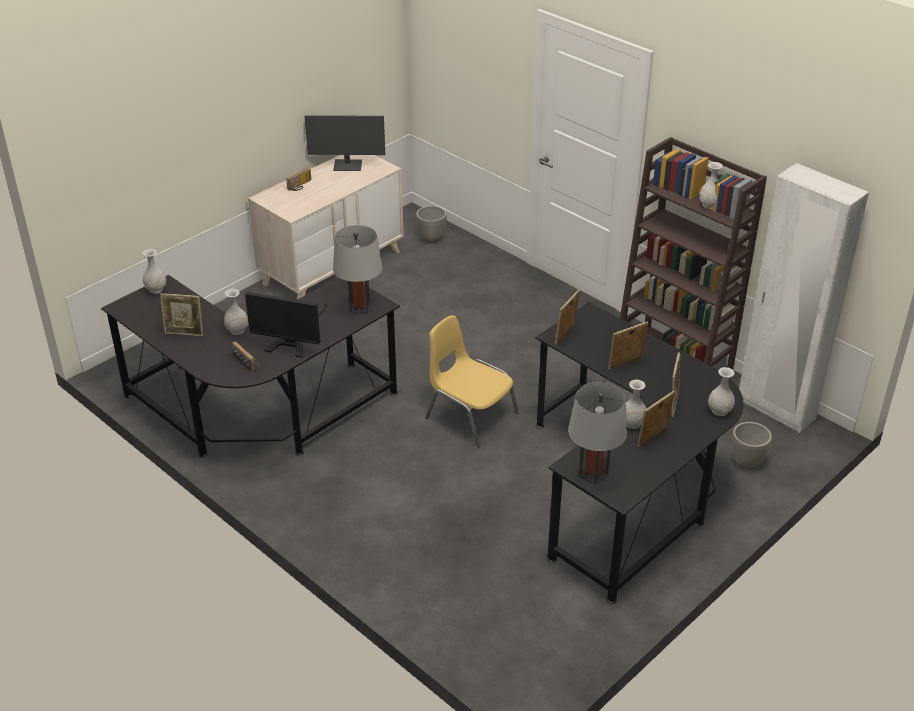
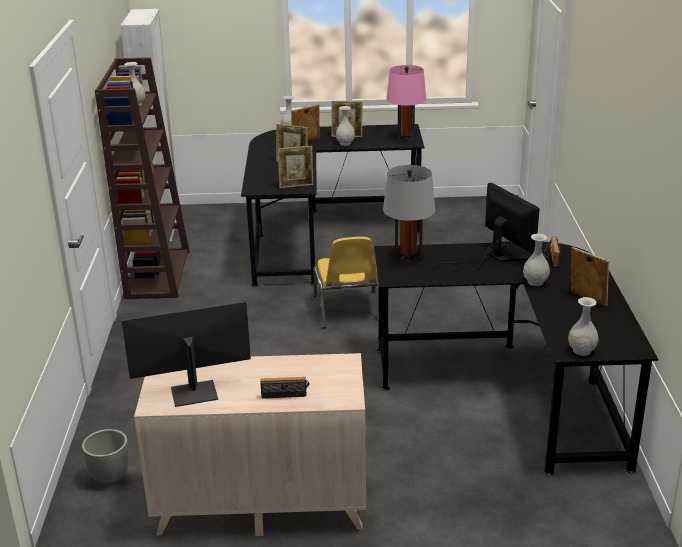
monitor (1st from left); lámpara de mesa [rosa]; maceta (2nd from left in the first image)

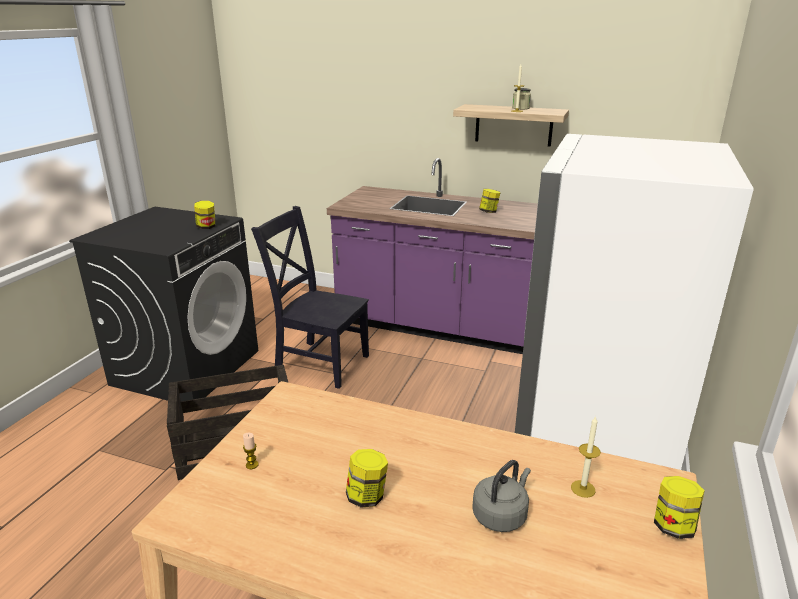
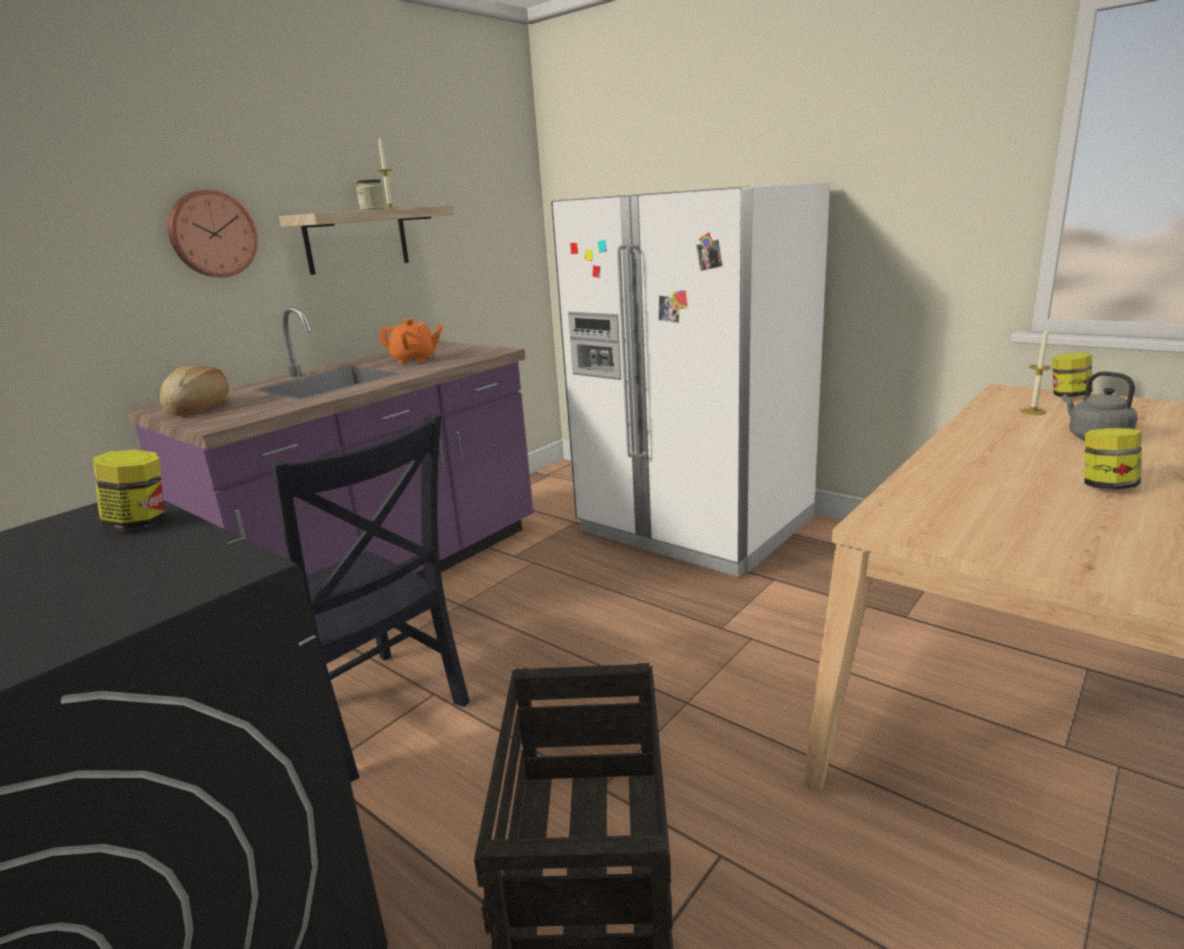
pan; reloj de pared; silla [negro]; tetera [naranja]; vela (1st from left in the first image)

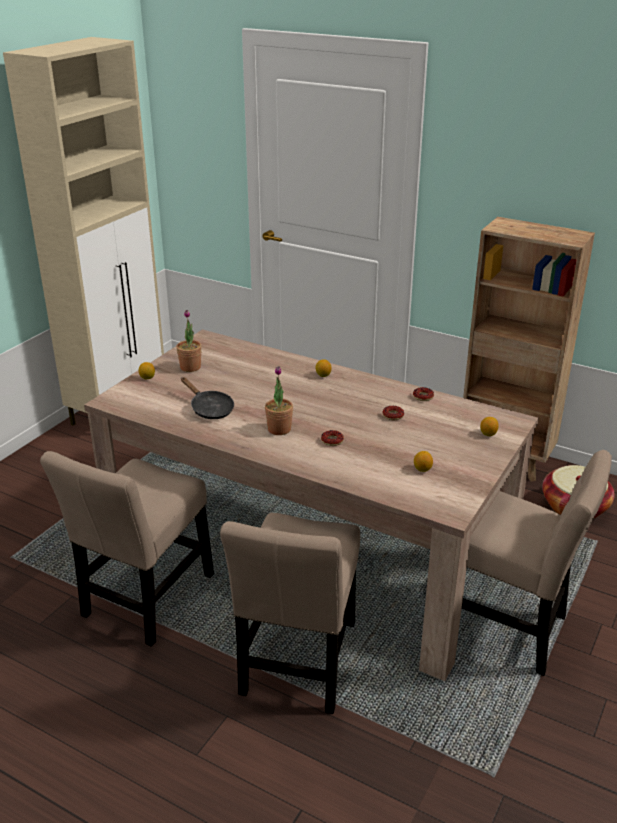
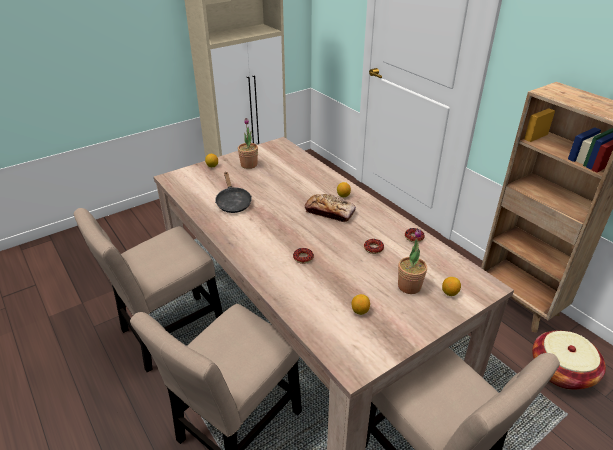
pan; planta en maceta (2nd from left)

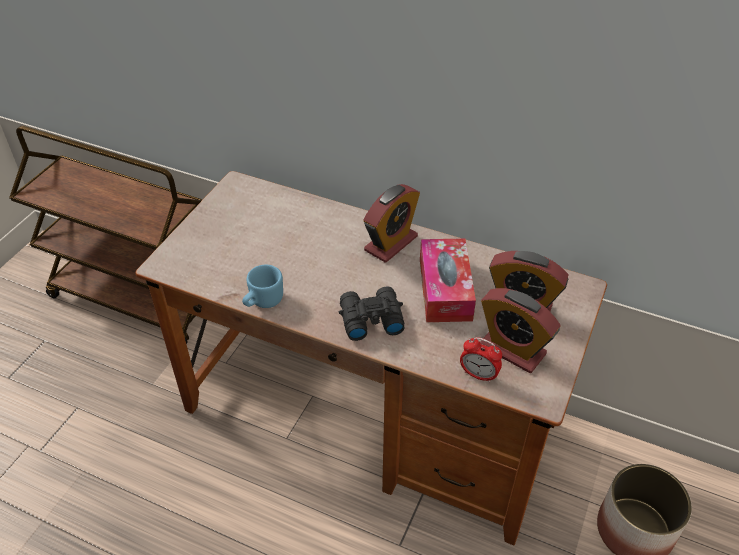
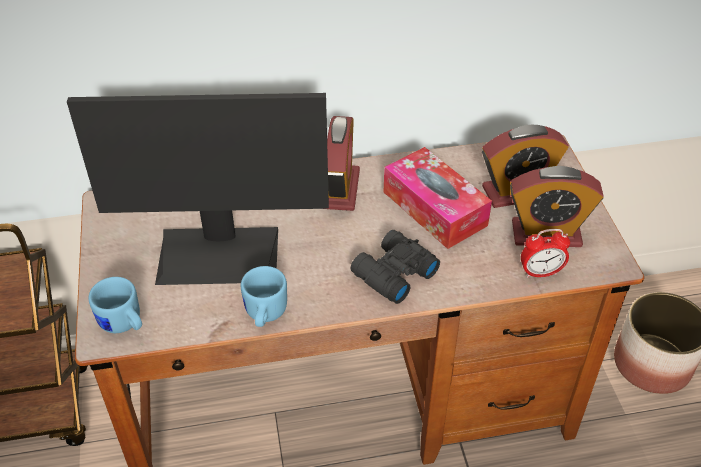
monitor; taza grande [azul] (1st from left)

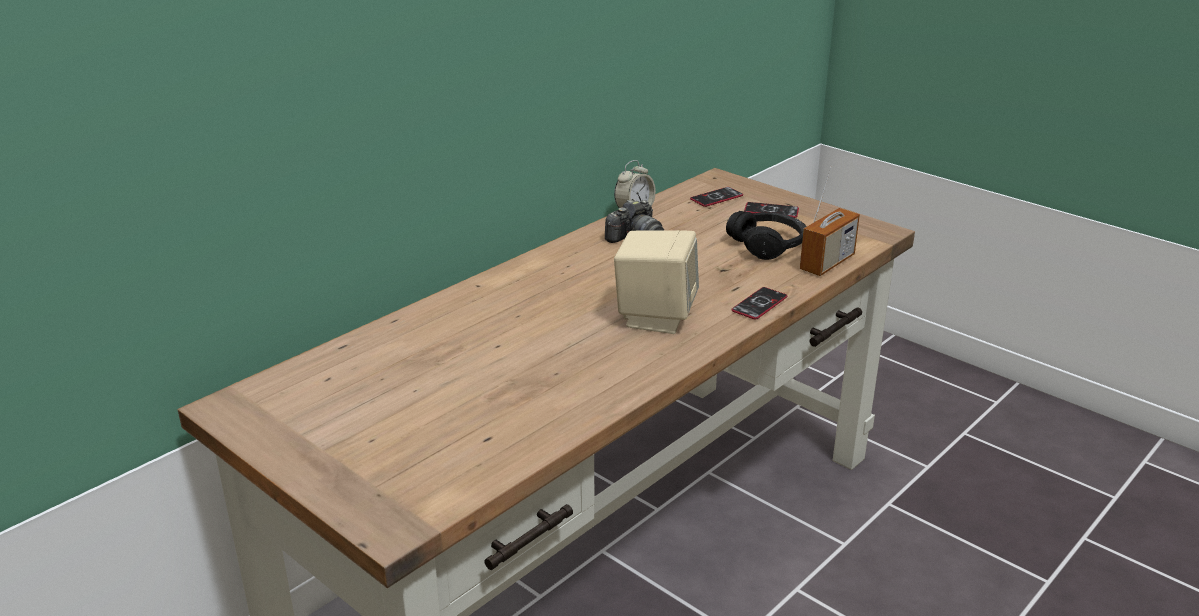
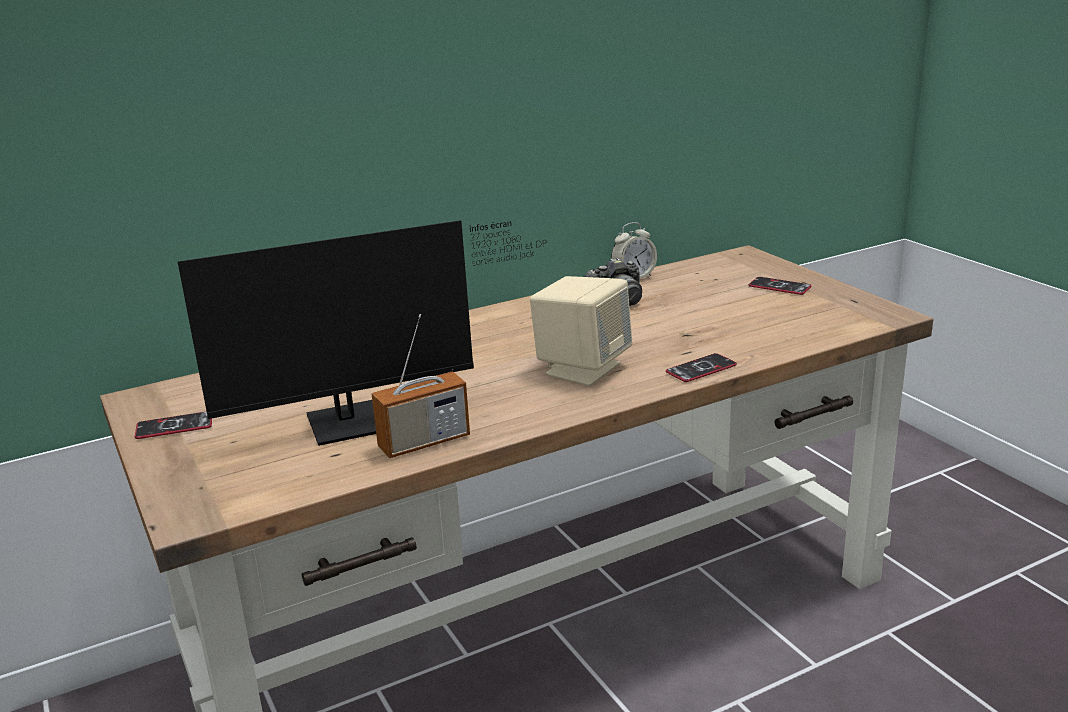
móvil (1st from left); monitor; radio; auriculares [negro]

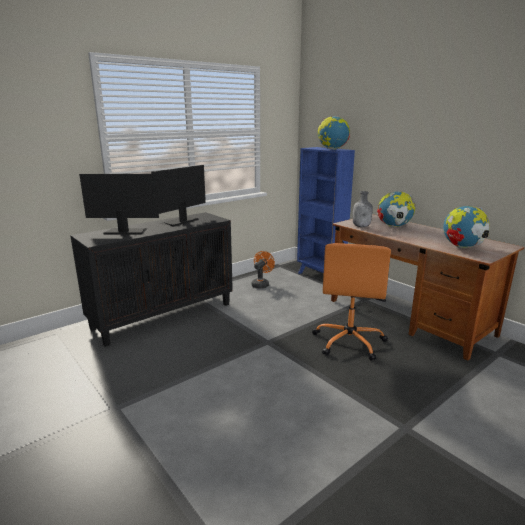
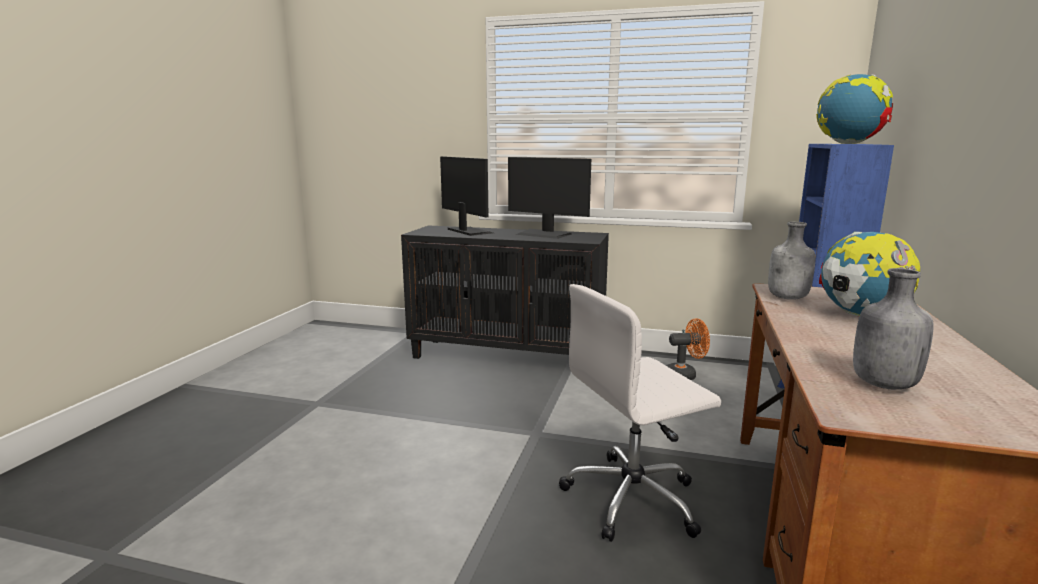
monitor (2nd from left); silla de oficina [blanco]; botella [gris] (2nd from left)

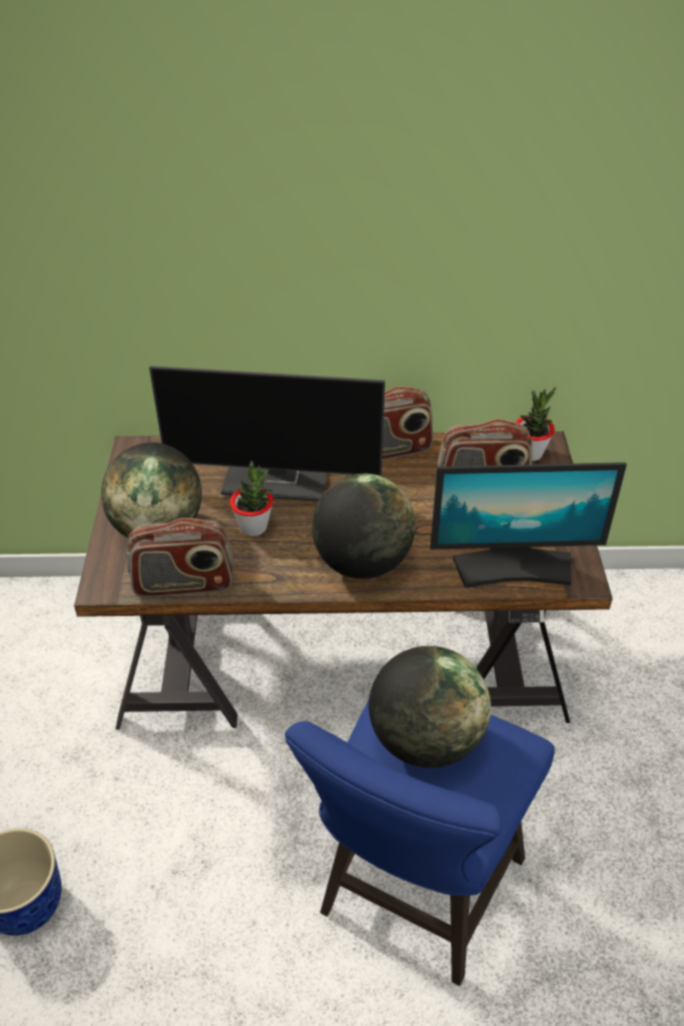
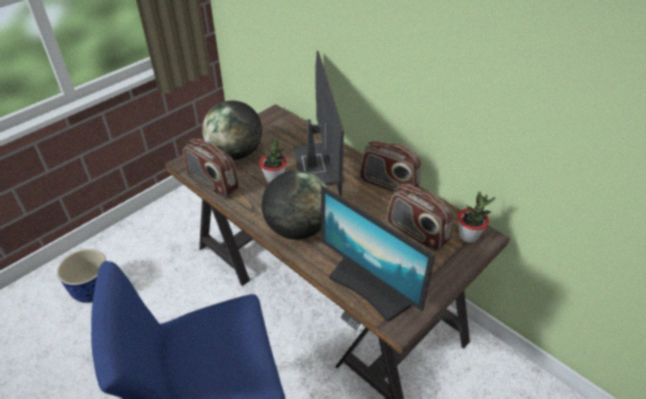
monitor (1st from left); globo terráqueo (3rd from left in the first image)

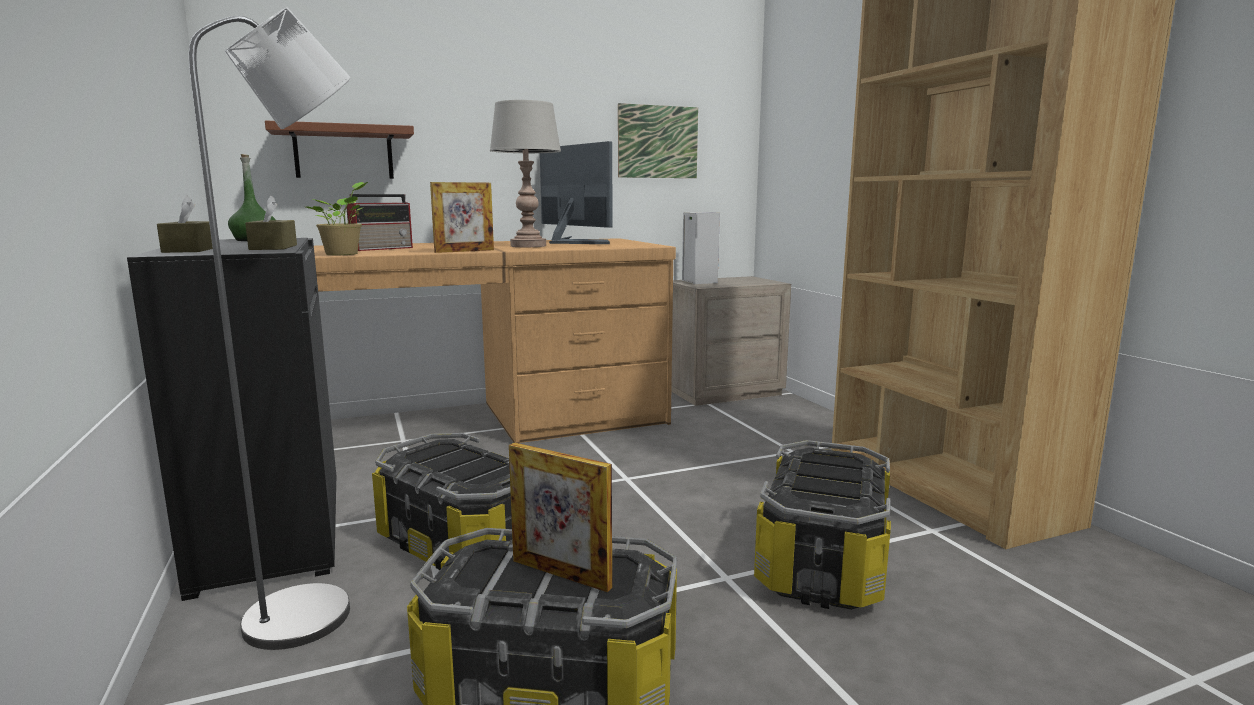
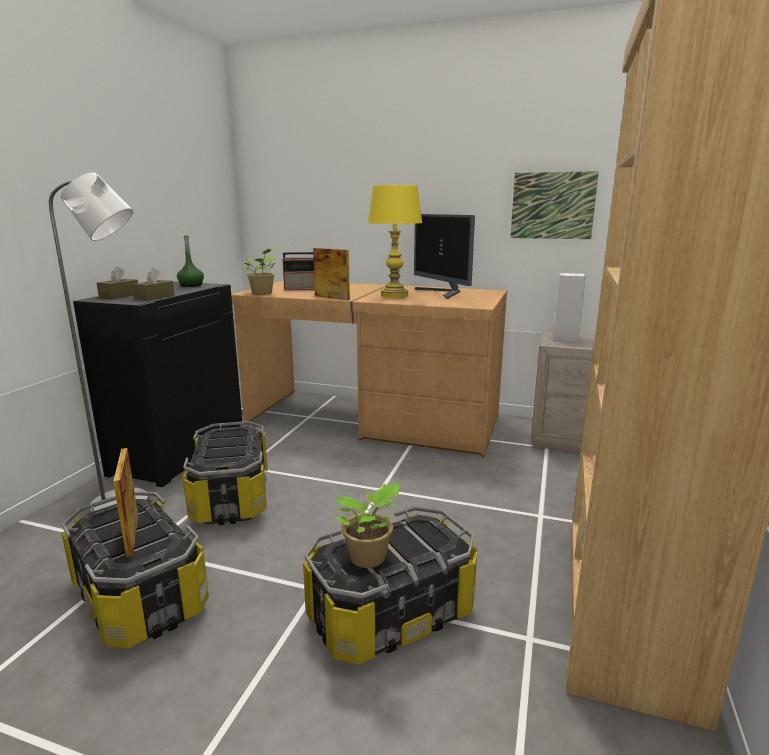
portarretratos (2nd from left); planta en maceta (2nd from left); lámpara de mesa [amarillo]; monitor; estante [marrón]

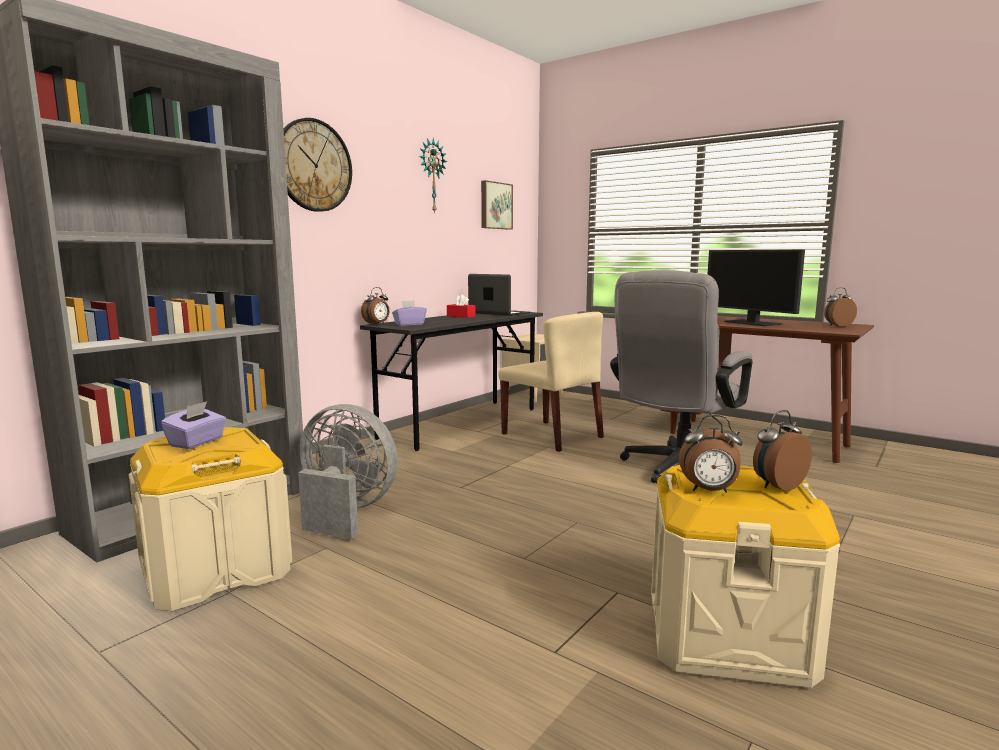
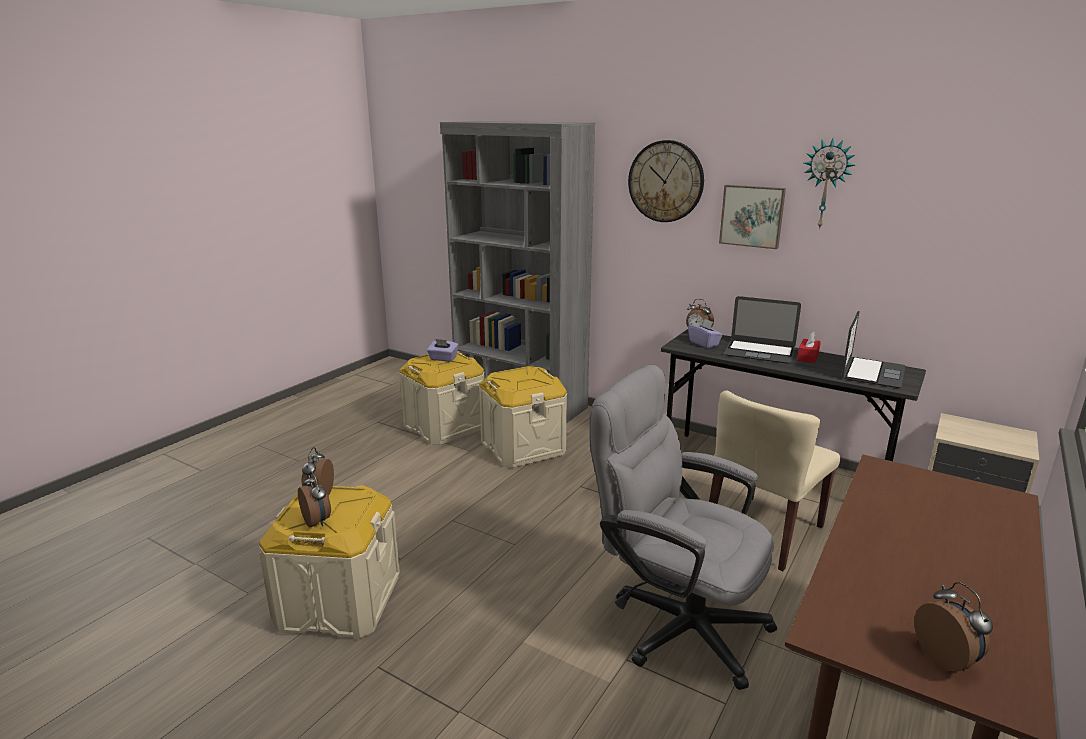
caja de almacenaje [beis] (3rd from left); cuadro; portátil (1st from left); monitor

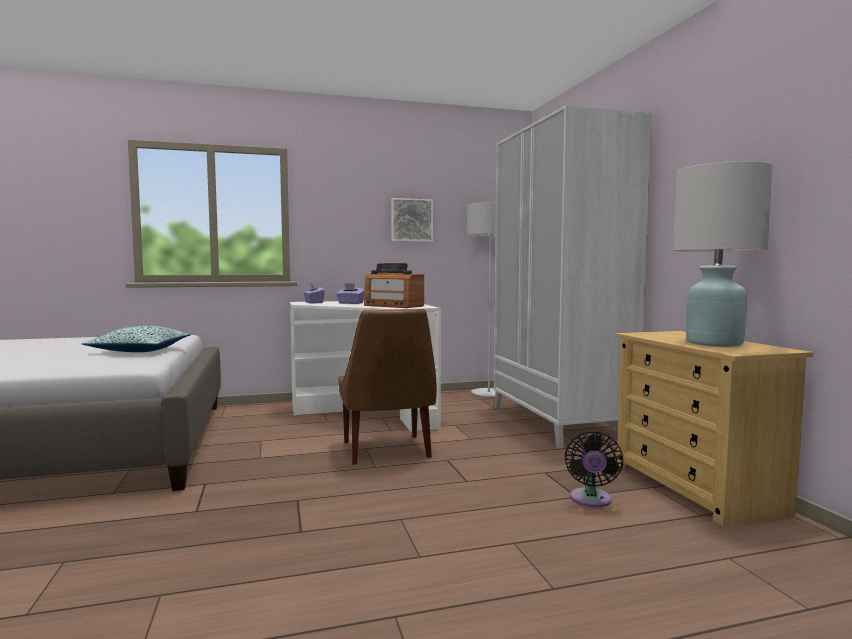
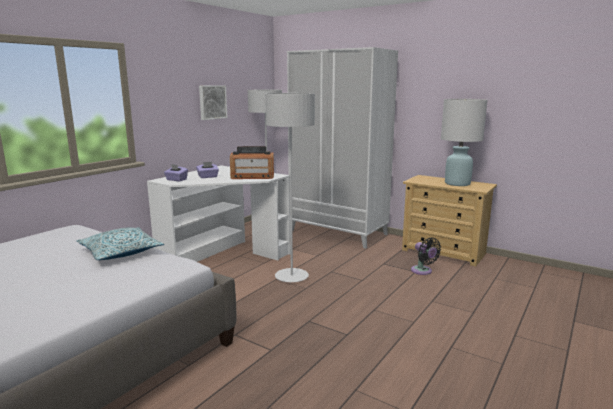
lámpara de pie [gris] (2nd from left)

